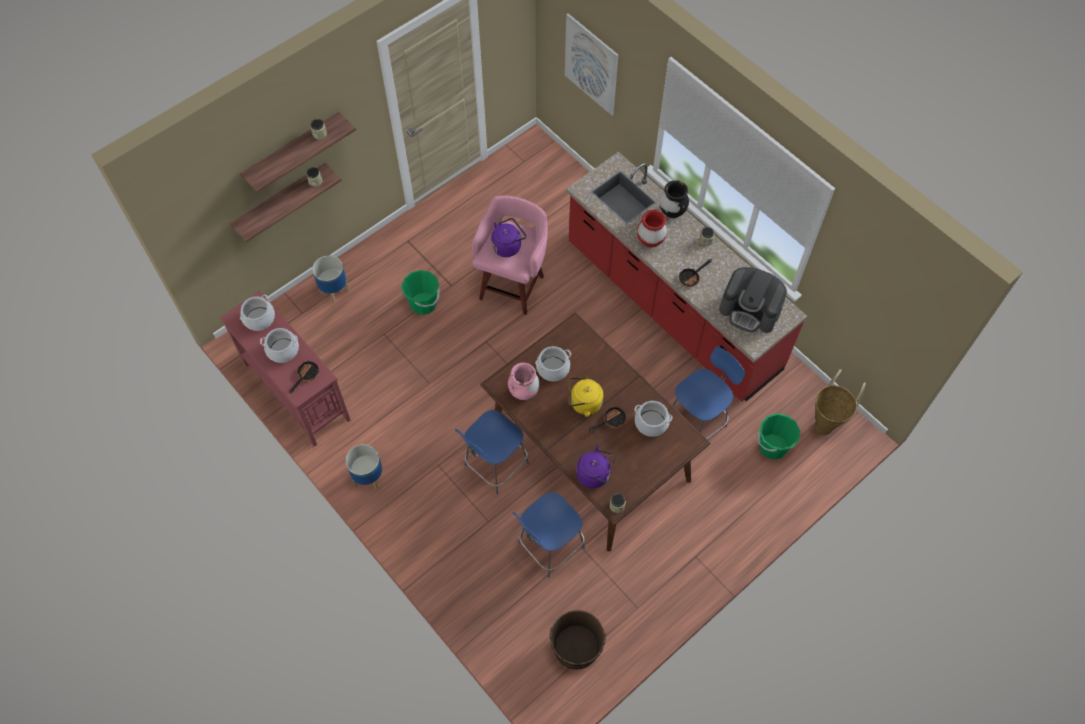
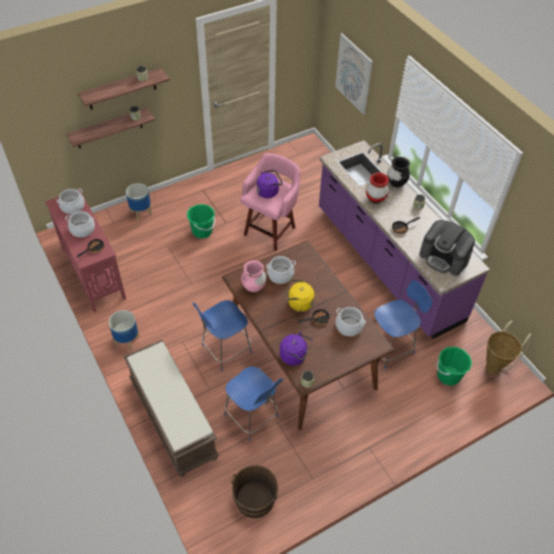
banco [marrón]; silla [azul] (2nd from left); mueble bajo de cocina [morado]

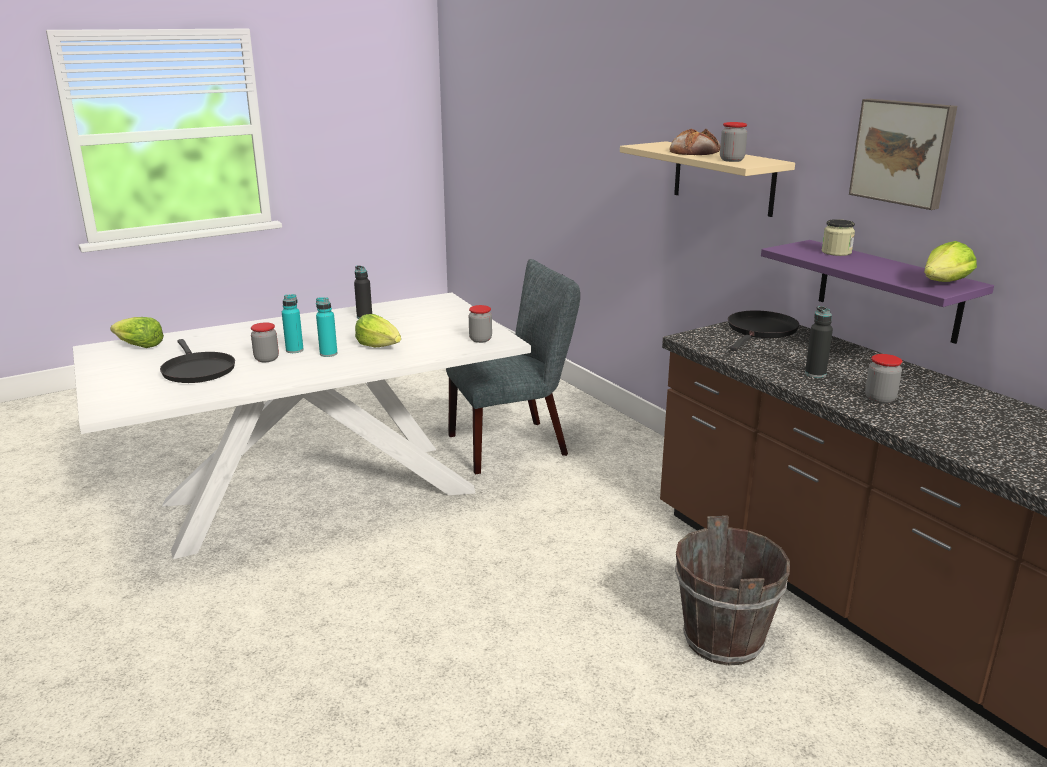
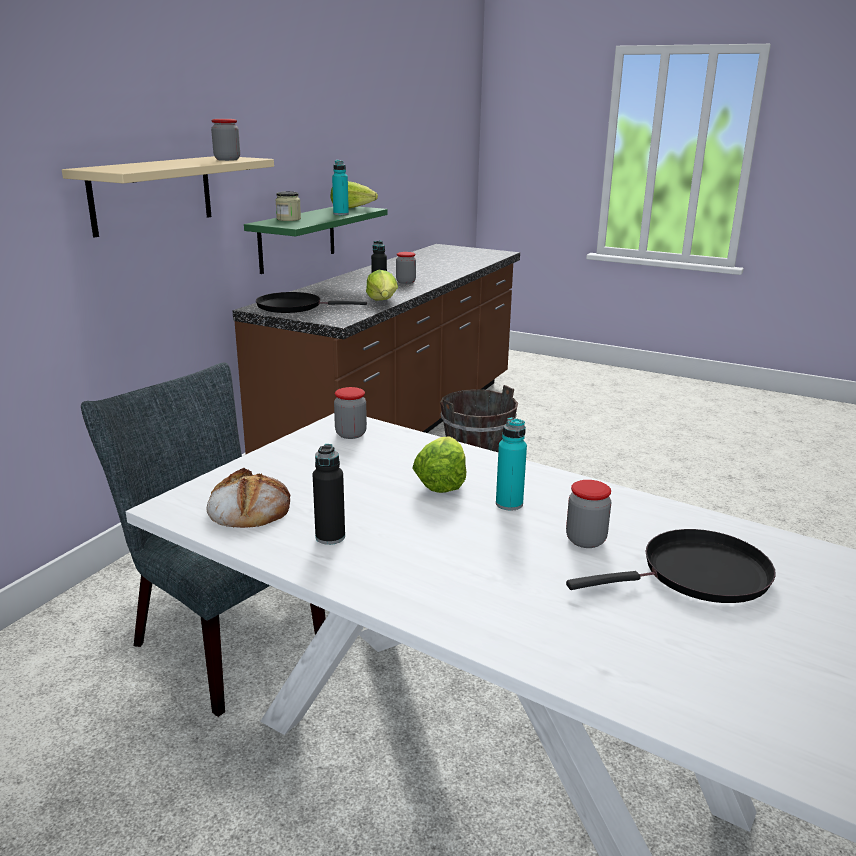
pan; estante [verde]; botella [turquesa] (1st from left); lechuga (2nd from left); sartén [negro] (2nd from left); cuadro

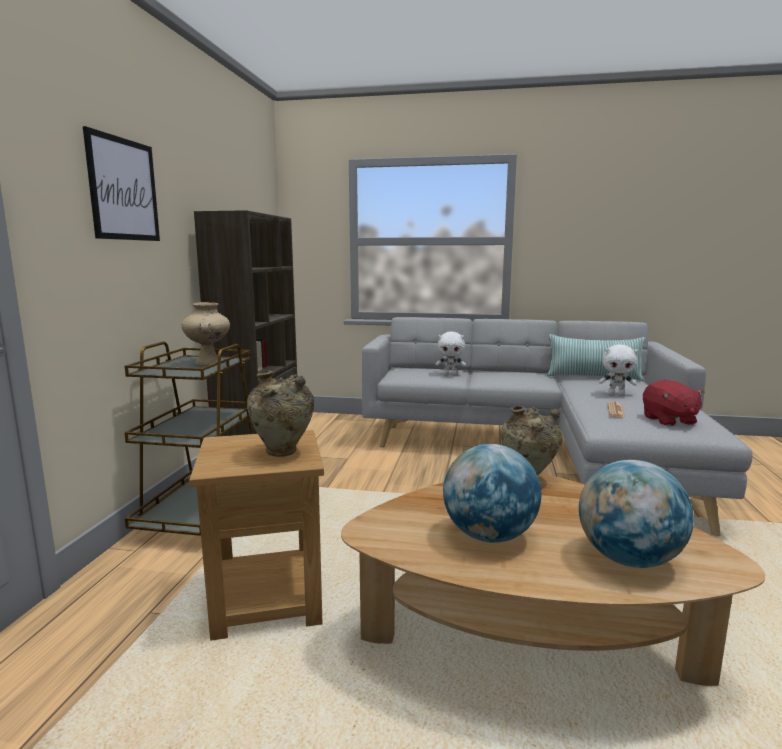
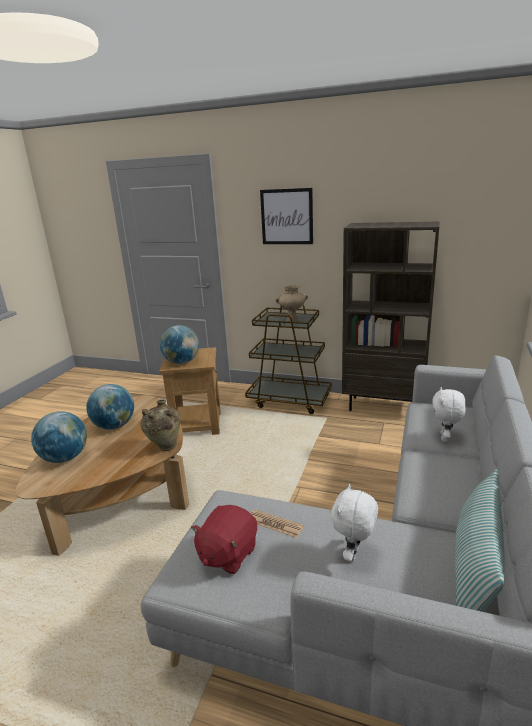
globo terráqueo (3rd from left); peluche [rojo]

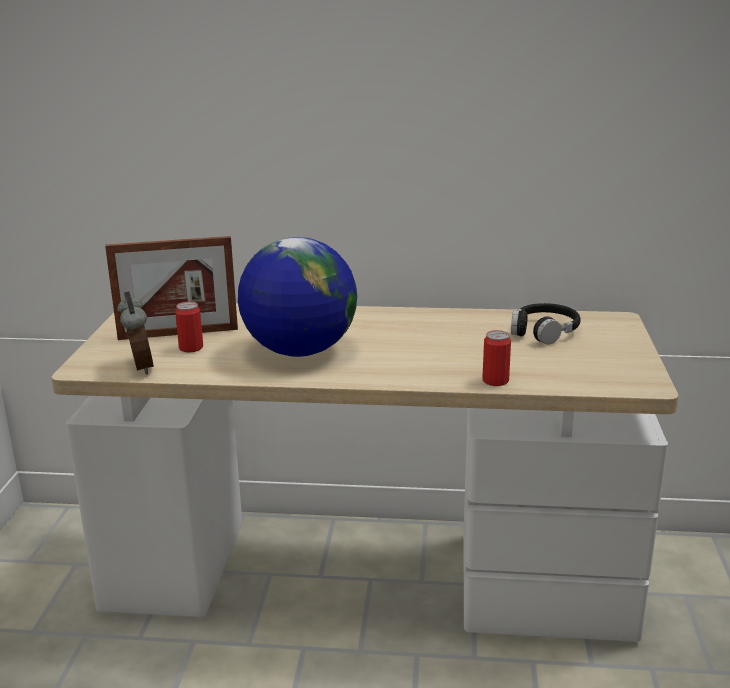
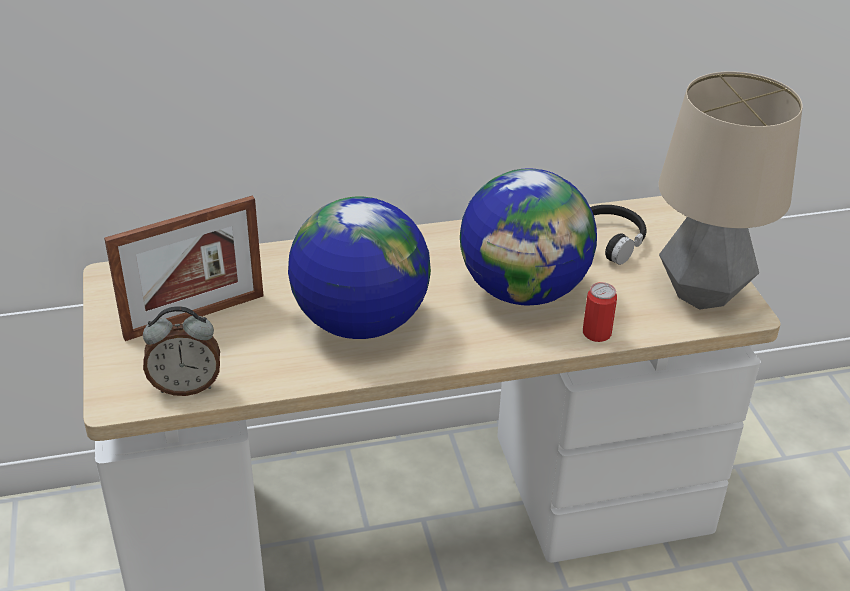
despertador; globo terráqueo (2nd from left); lámpara de mesa; lata (1st from left in the first image)

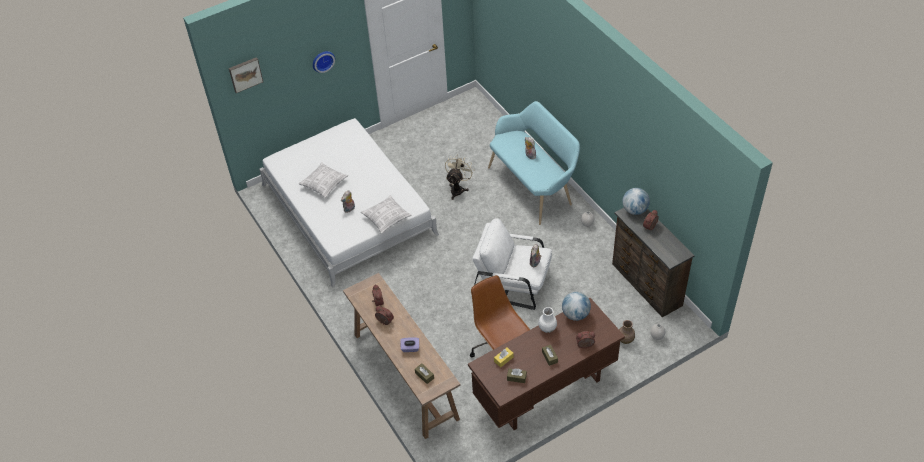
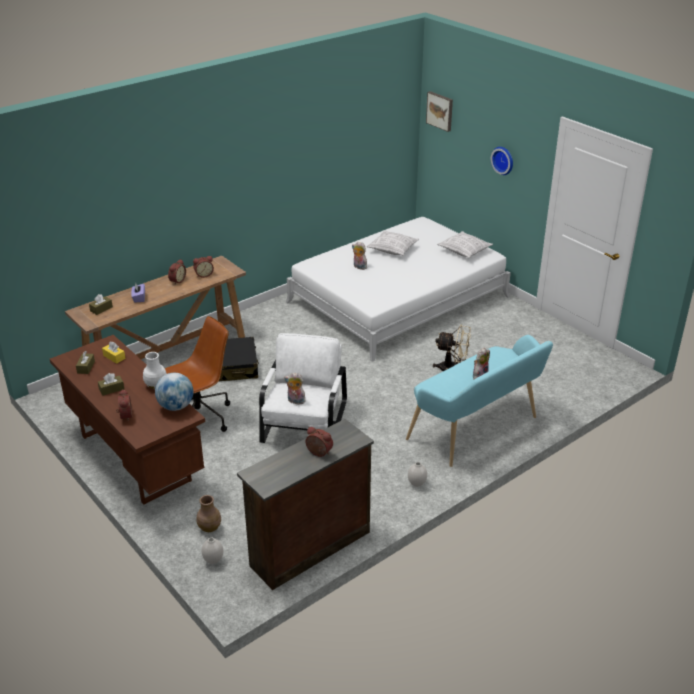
maleta [negro]; cojín (2nd from left); globo terráqueo (2nd from left in the first image)

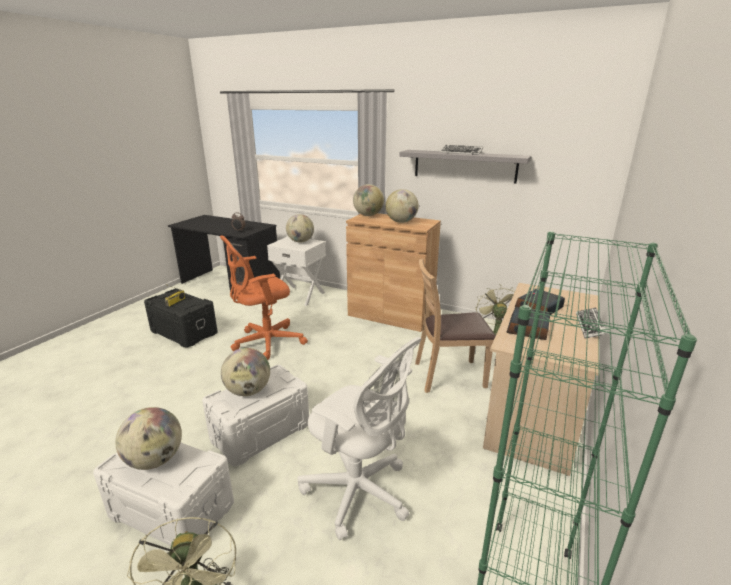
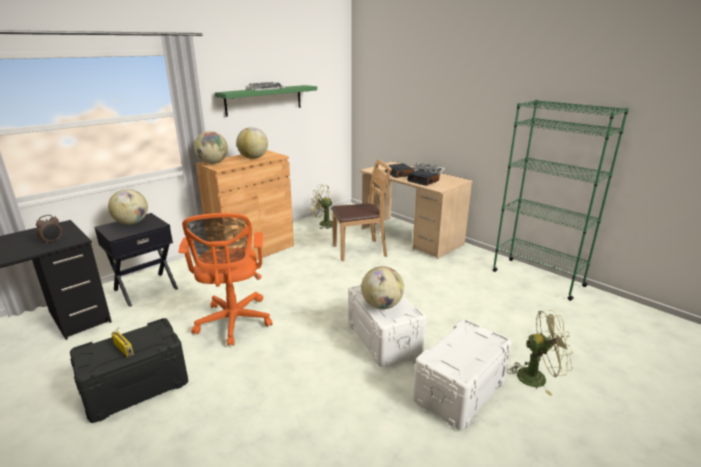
mesita de noche [negro]; estante [verde]; silla [marrón]; globo terráqueo (1st from left in the first image); silla de oficina [blanco]

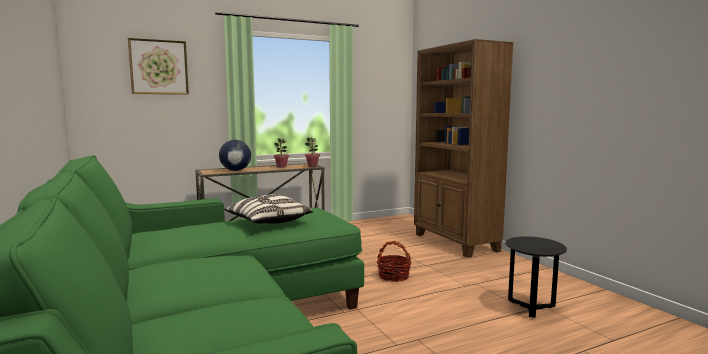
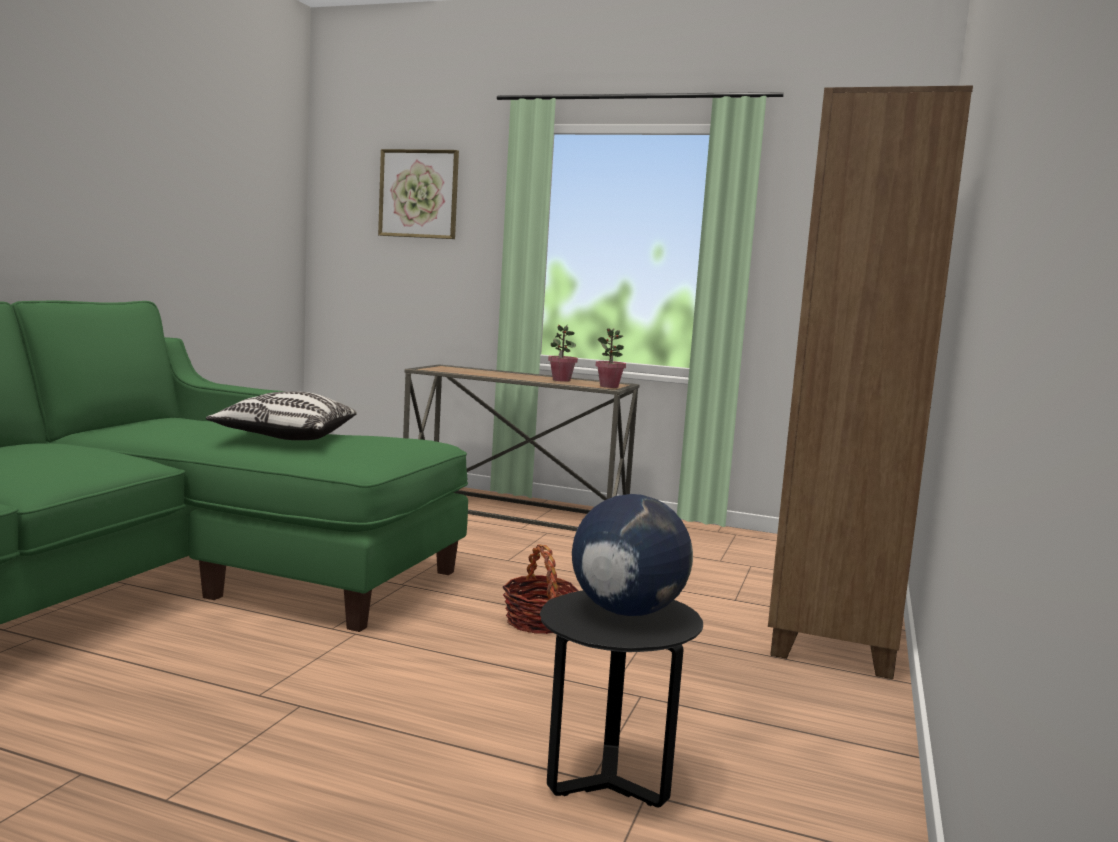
globo terráqueo

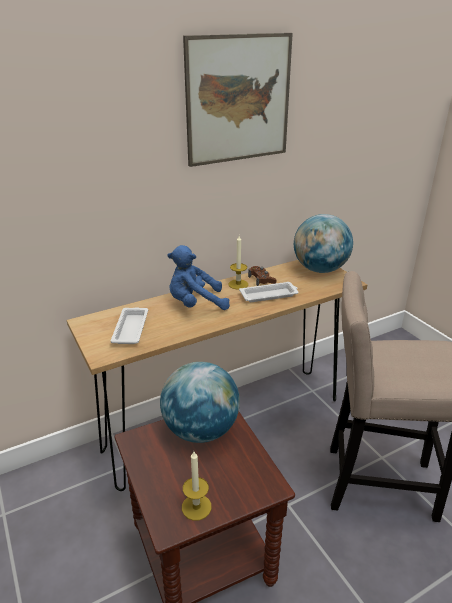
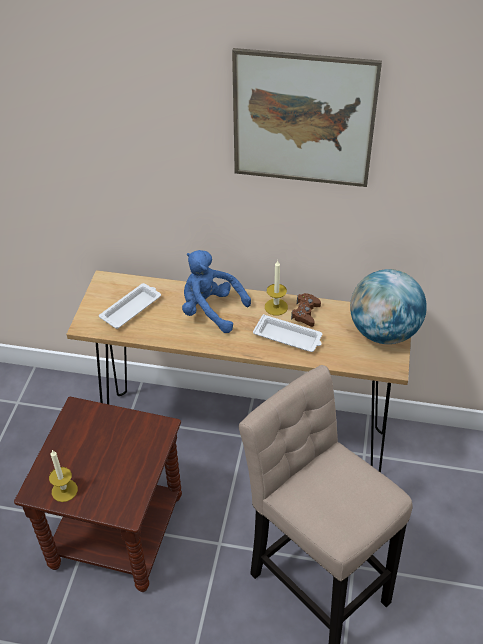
globo terráqueo (1st from left in the first image)

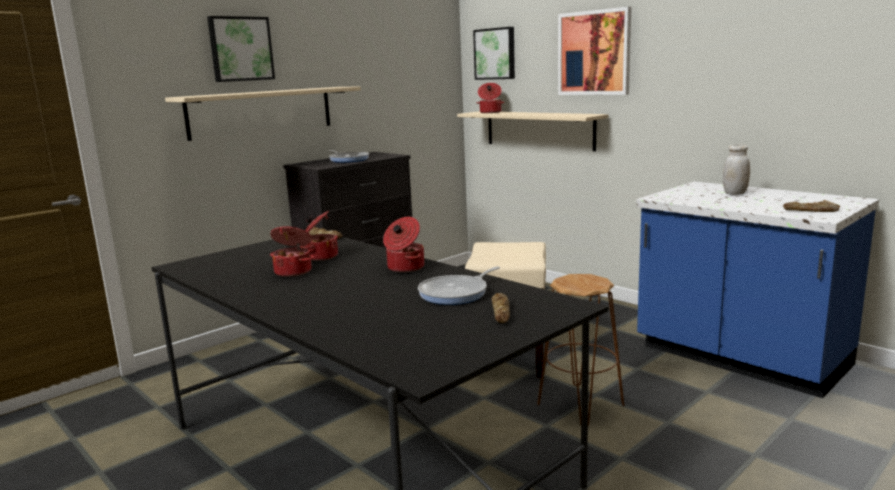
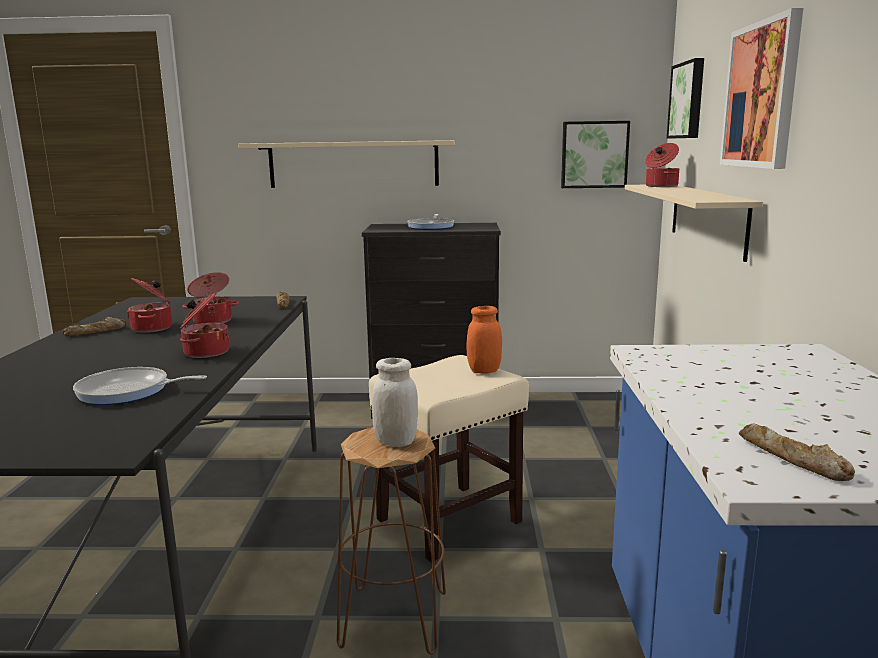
pan (1st from left); tarro [blanco]; tarro [naranja]; cuadro (1st from left)

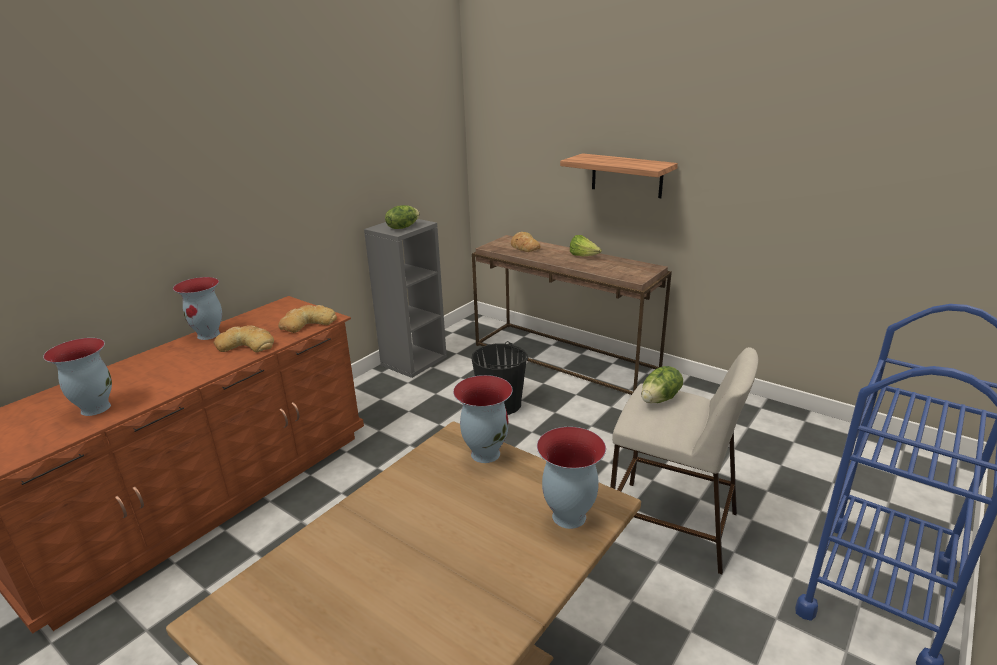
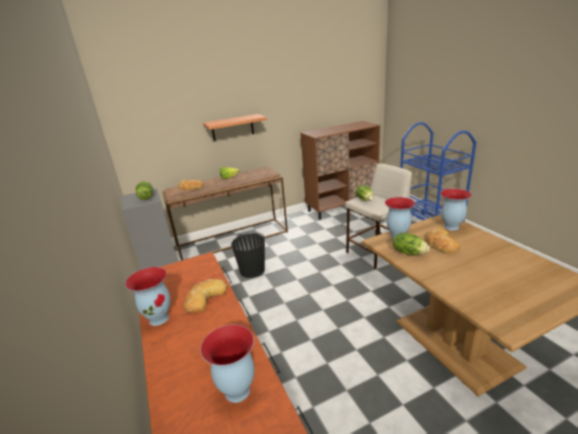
armario [marrón]; lechuga (4th from left); pan (3rd from left)

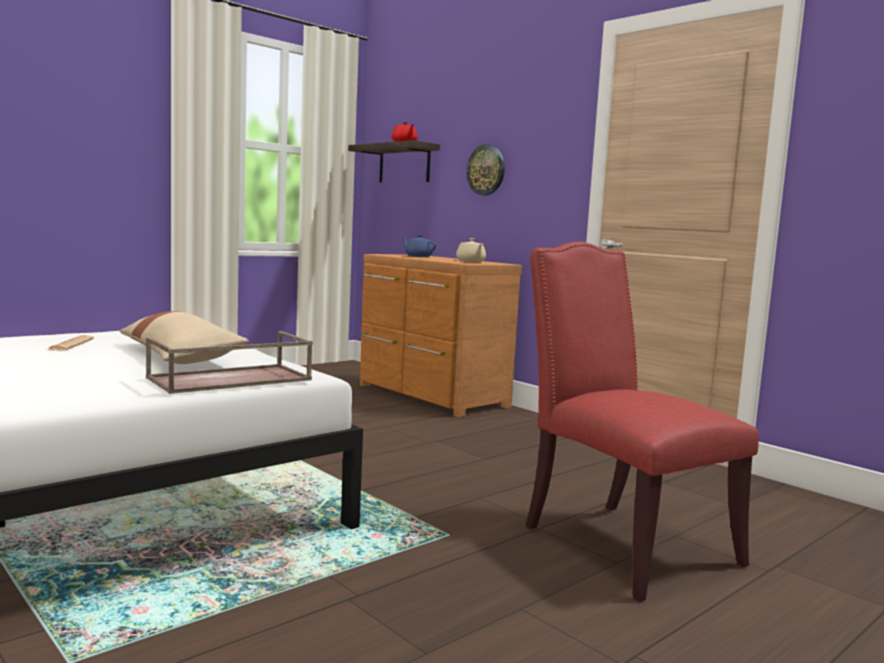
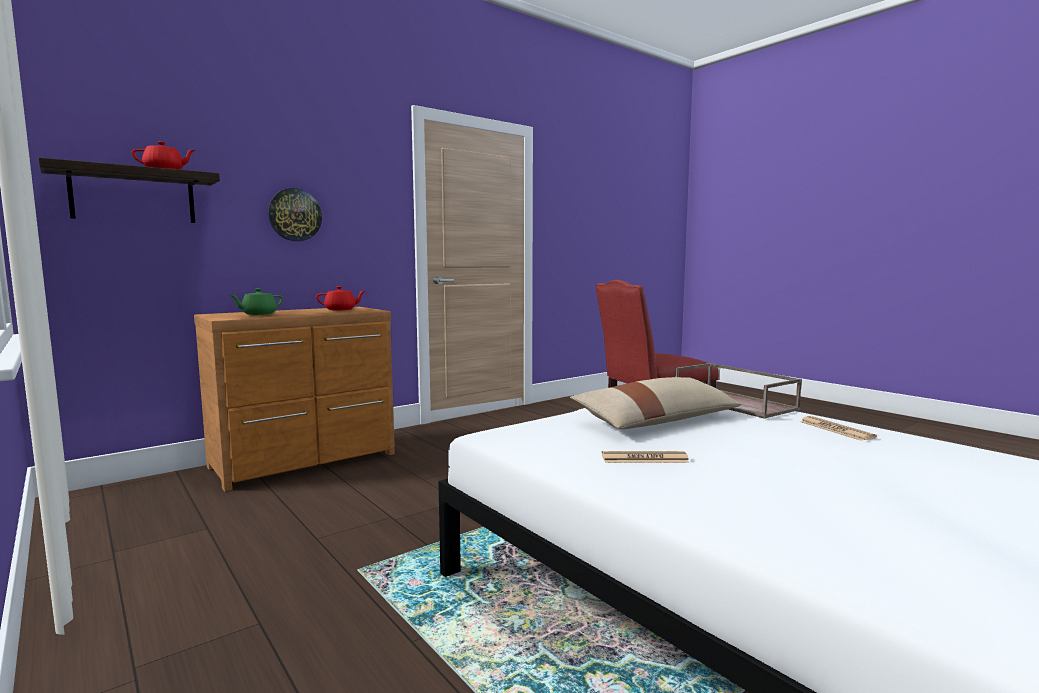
tetera [verde]; tetera [rojo] (2nd from left); periódico (2nd from left)

